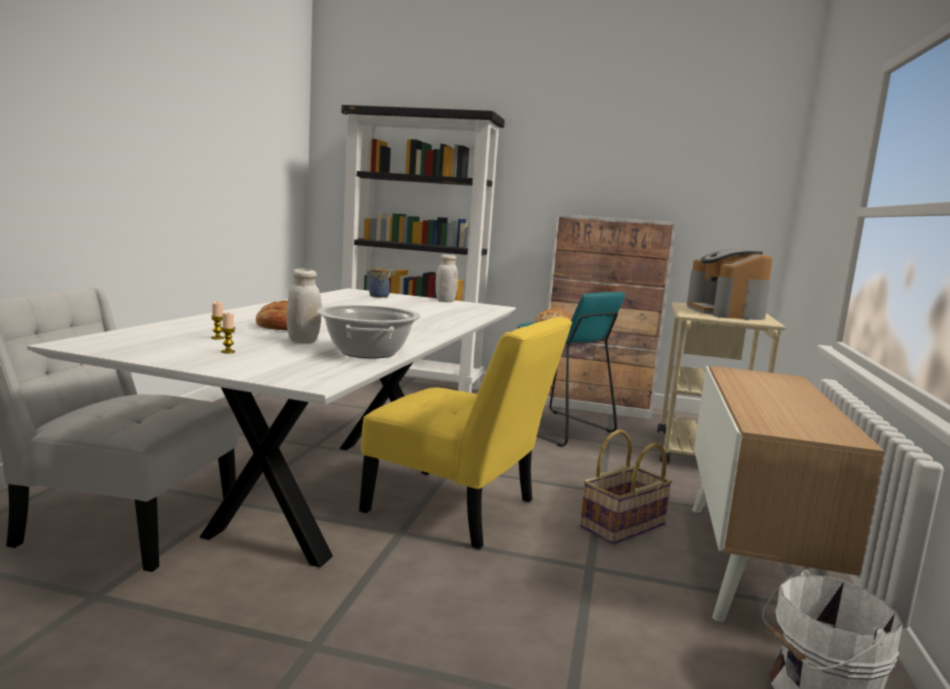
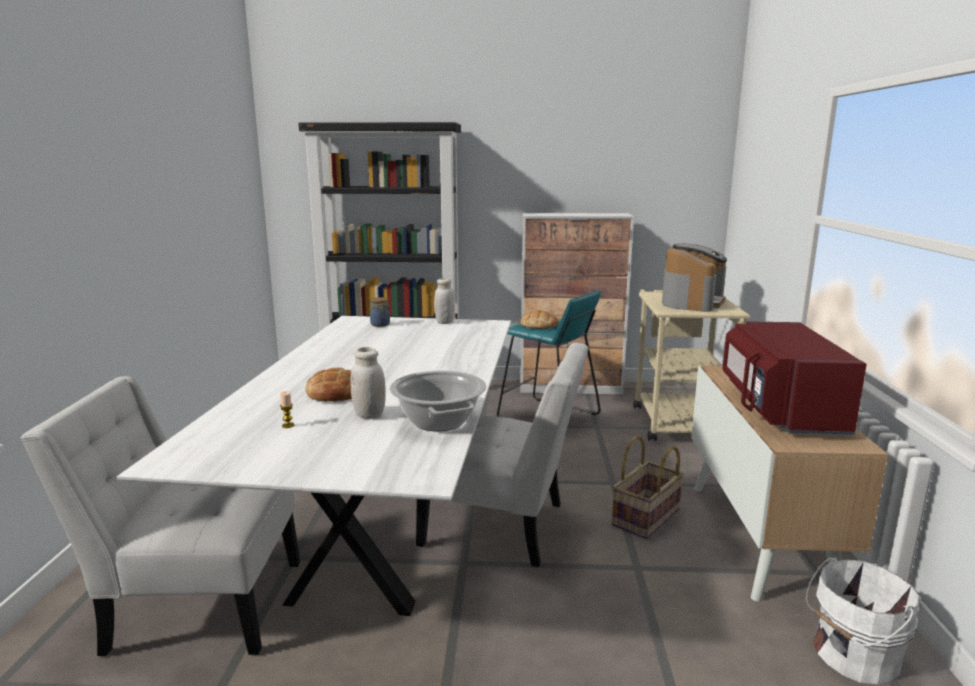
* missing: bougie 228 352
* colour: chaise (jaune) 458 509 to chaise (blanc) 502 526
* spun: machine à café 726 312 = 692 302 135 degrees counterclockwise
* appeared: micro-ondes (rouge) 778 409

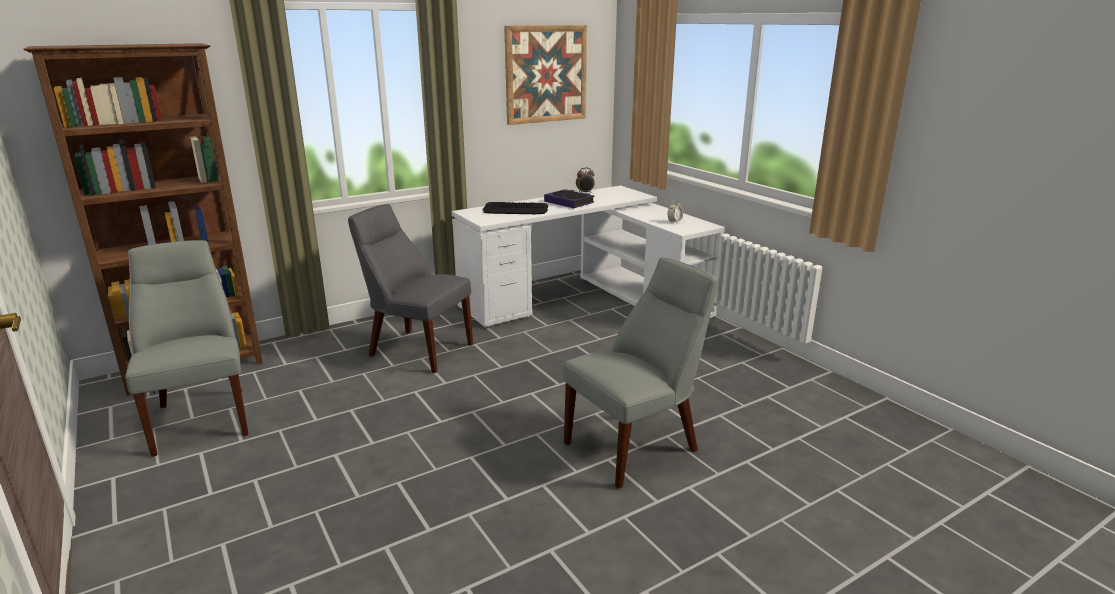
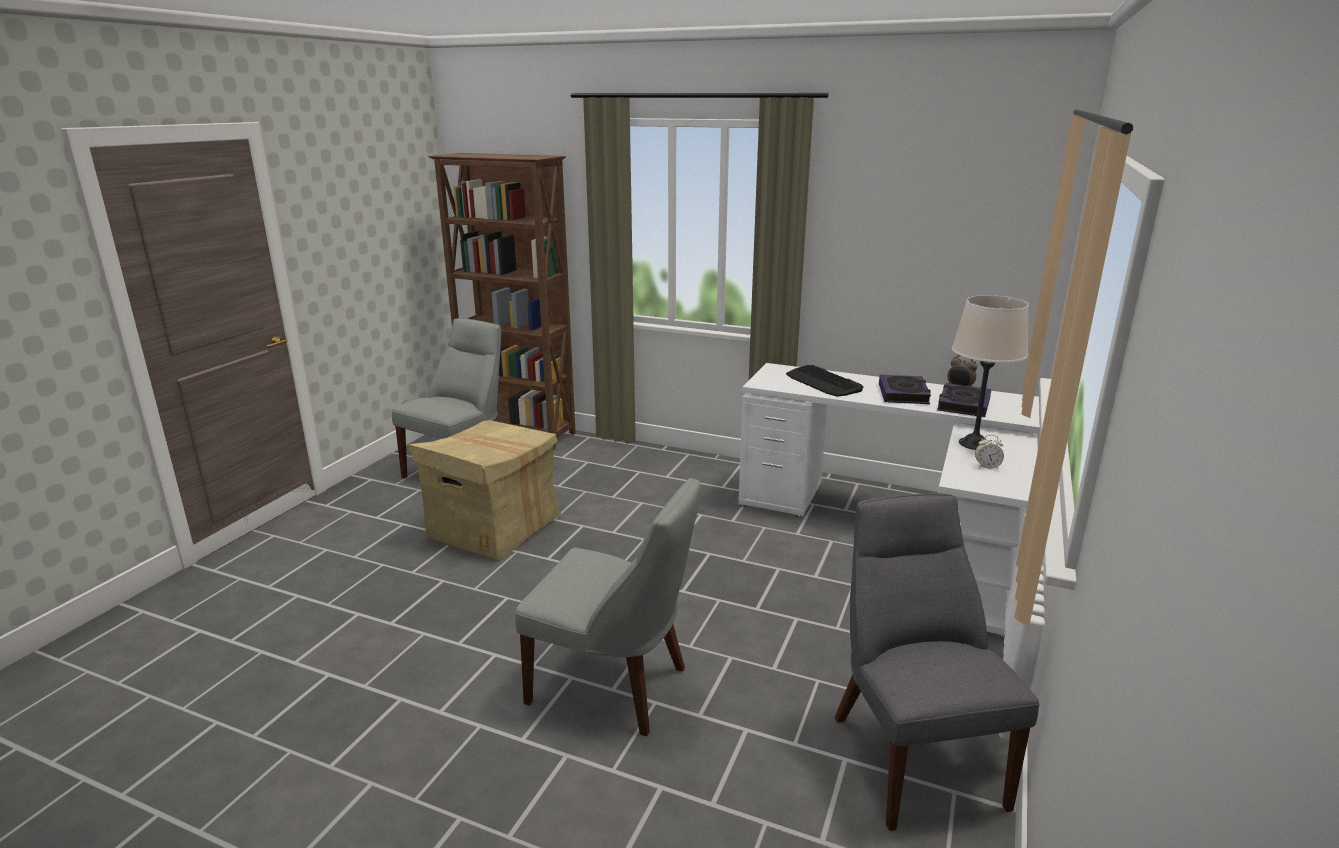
* relocated: chaise (gris) 417 349 to 912 754
* missing: tableau 546 74
* appeared: carton 494 527
* appeared: livre 963 405
* appeared: lampe de table (beige) 974 443

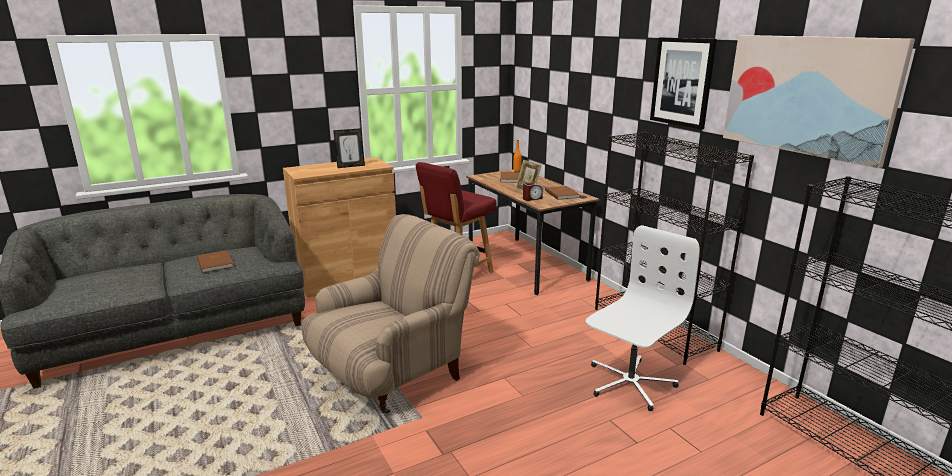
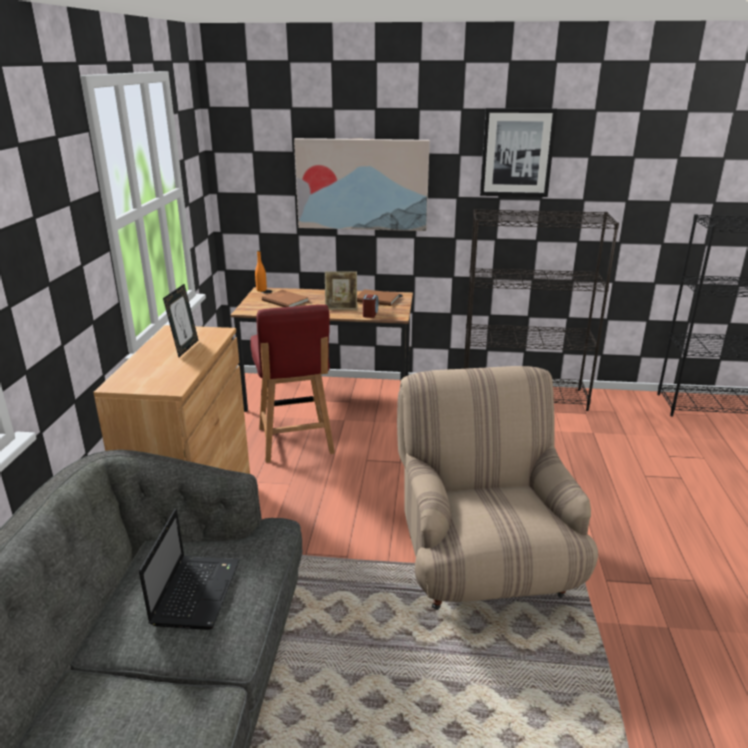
* exchanged: livre (marron) 216 262 to ordinateur portable 196 591
* missing: chaise de bureau (blanc) 629 383
* relocated: tableau 807 95 to 362 184

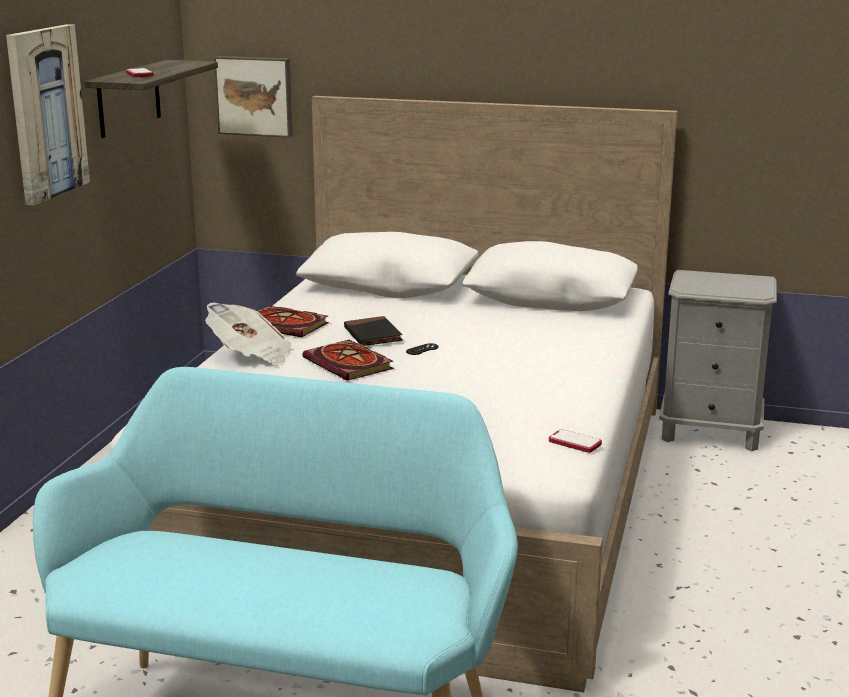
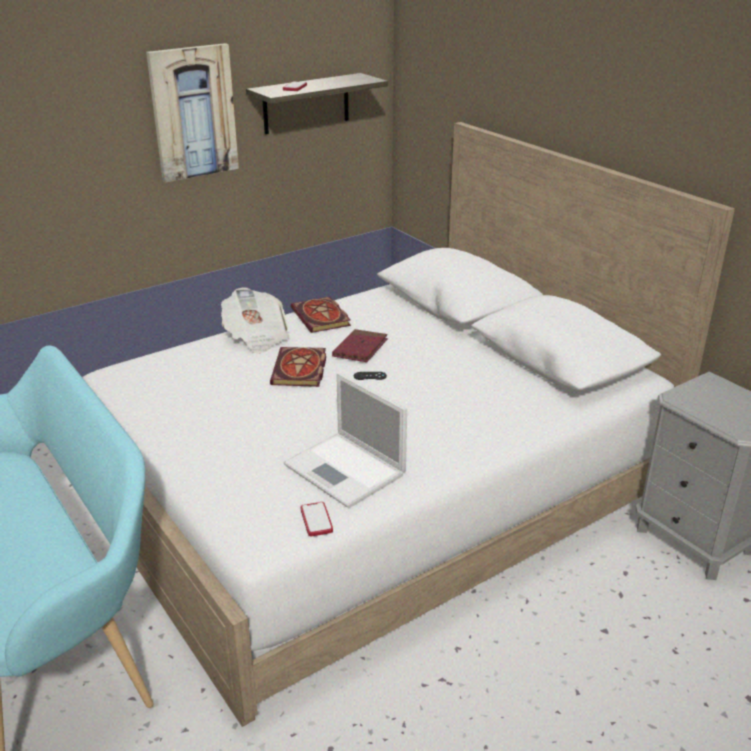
* missing: tableau 255 96
* colour: livre (noir) 373 335 to livre (rouge) 360 348
* appeared: ordinateur portable 346 470

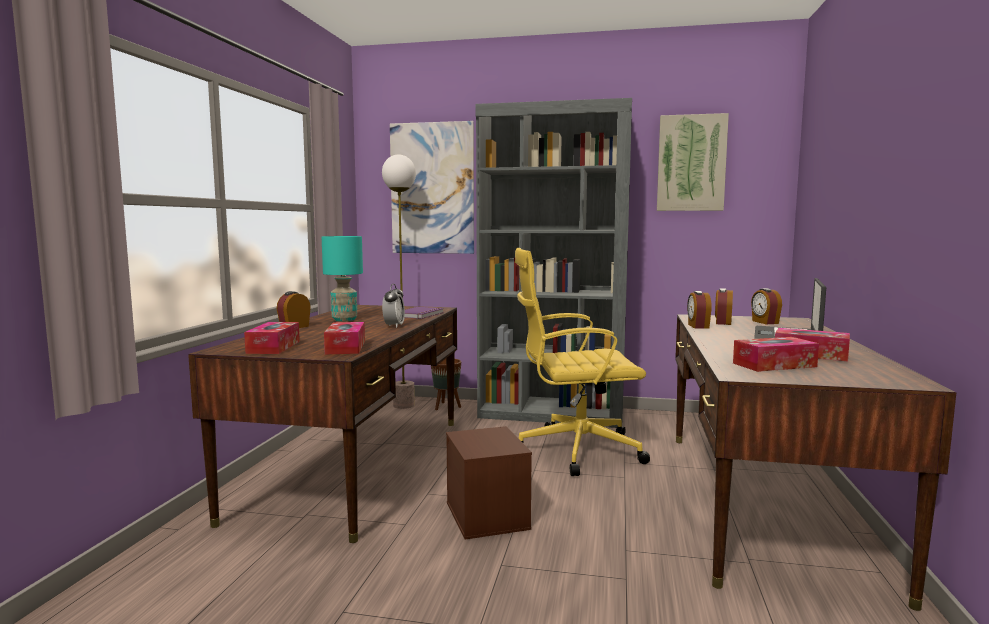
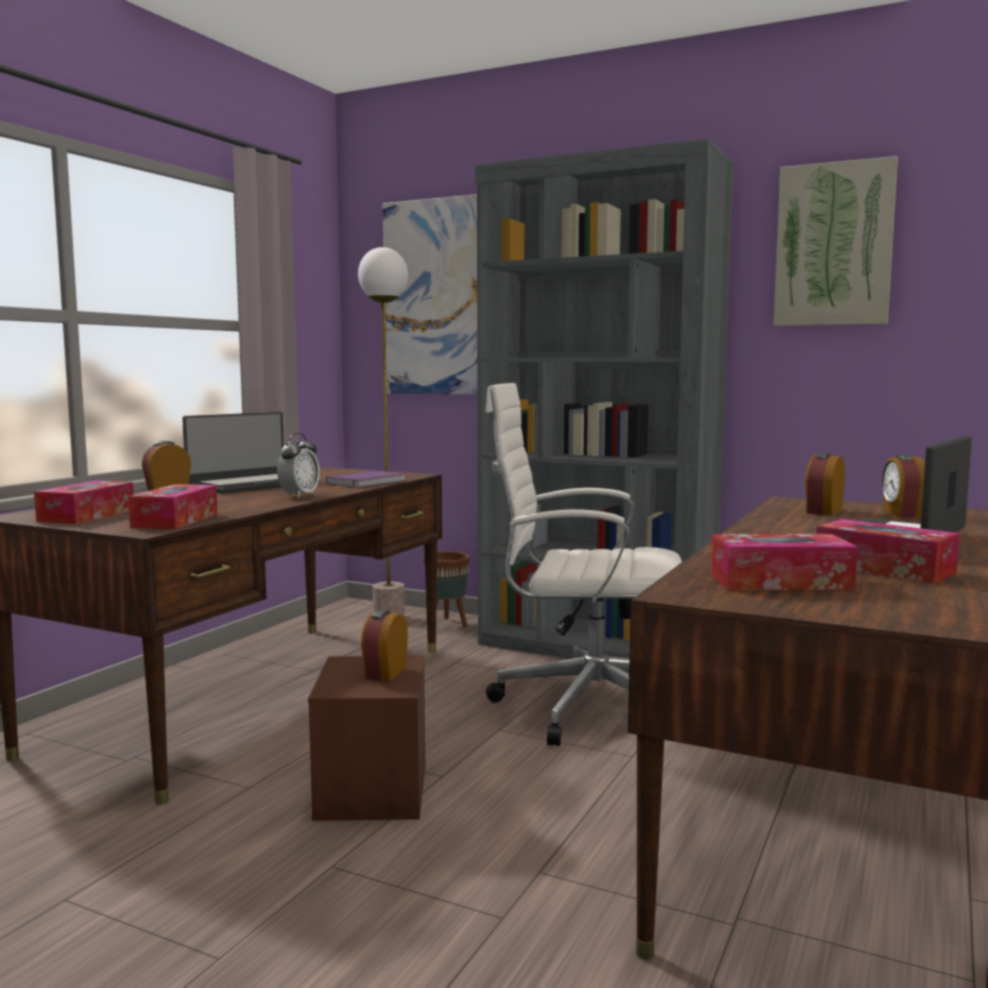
* exchanged: lampe de table (turquoise) 344 319 to ordinateur portable 252 485
* colour: chaise de bureau (jaune) 575 450 to chaise de bureau (blanc) 586 706
* relocated: réveil 697 326 to 384 673

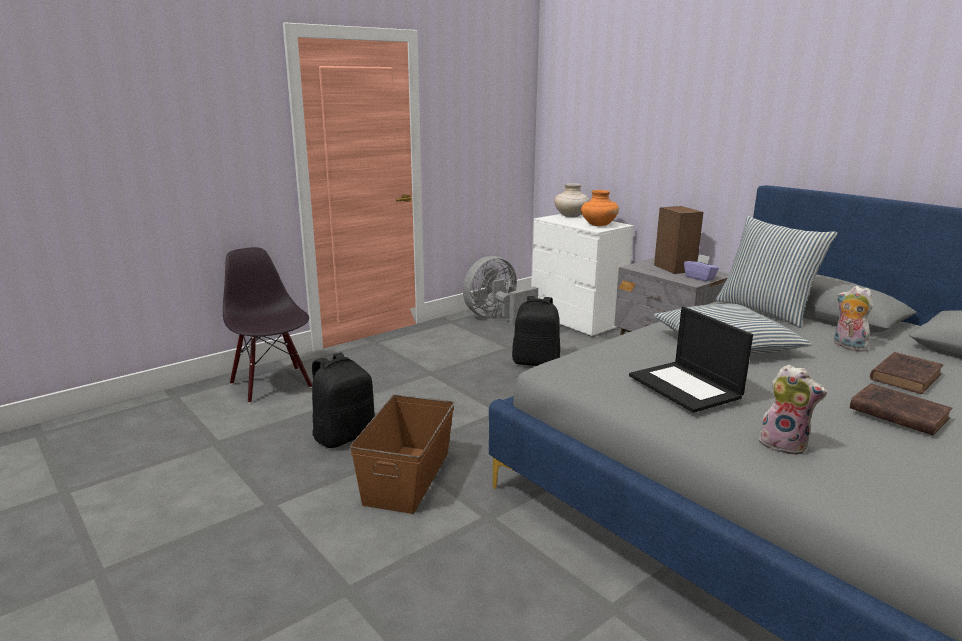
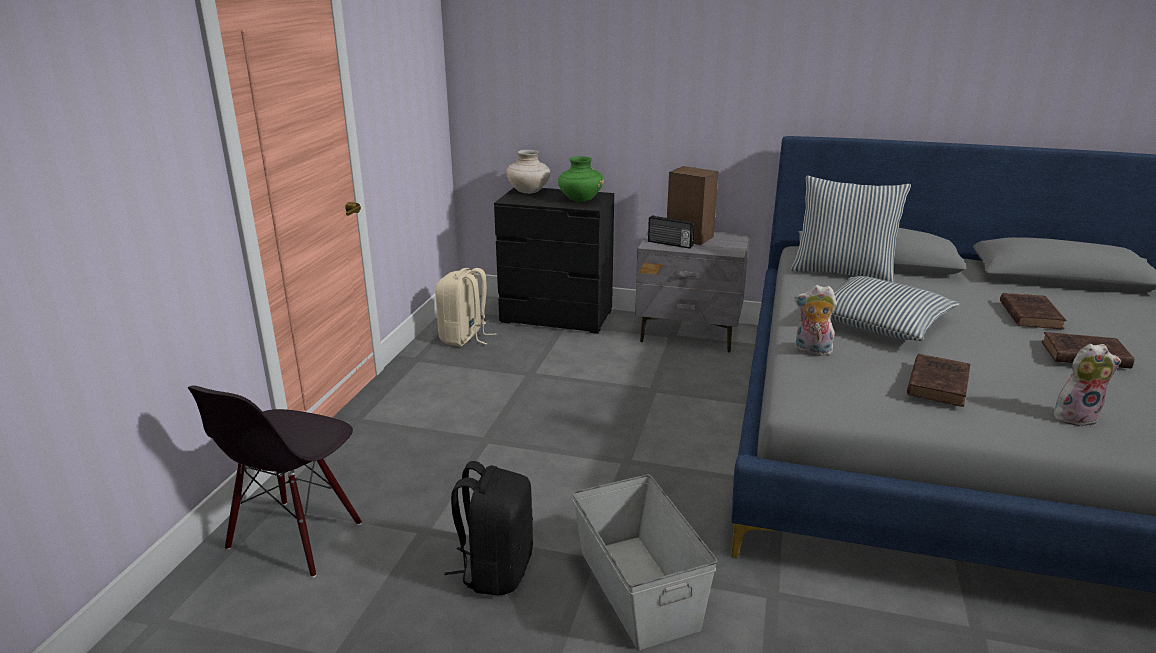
* spun: chaise (noir) 272 385 = 296 537 90 degrees counterclockwise
* colour: boîte de rangement (marron) 406 477 to boîte de rangement (gris) 637 589
* exchanged: ventilateur (gris) 496 317 to sac à dos (beige) 464 337
* missing: sac à dos (noir) 536 362
* colour: commode (blanc) 577 321 to commode (noir) 557 317
* colour: vase (orange) 598 225 to vase (vert) 580 199
* exchanged: ordinateur portable 686 387 to livre (marron) 938 383
* missing: boîte à mouchoirs (violet) 700 278
* relocated: peluche 847 346 to 811 351
* appeared: radio 670 244

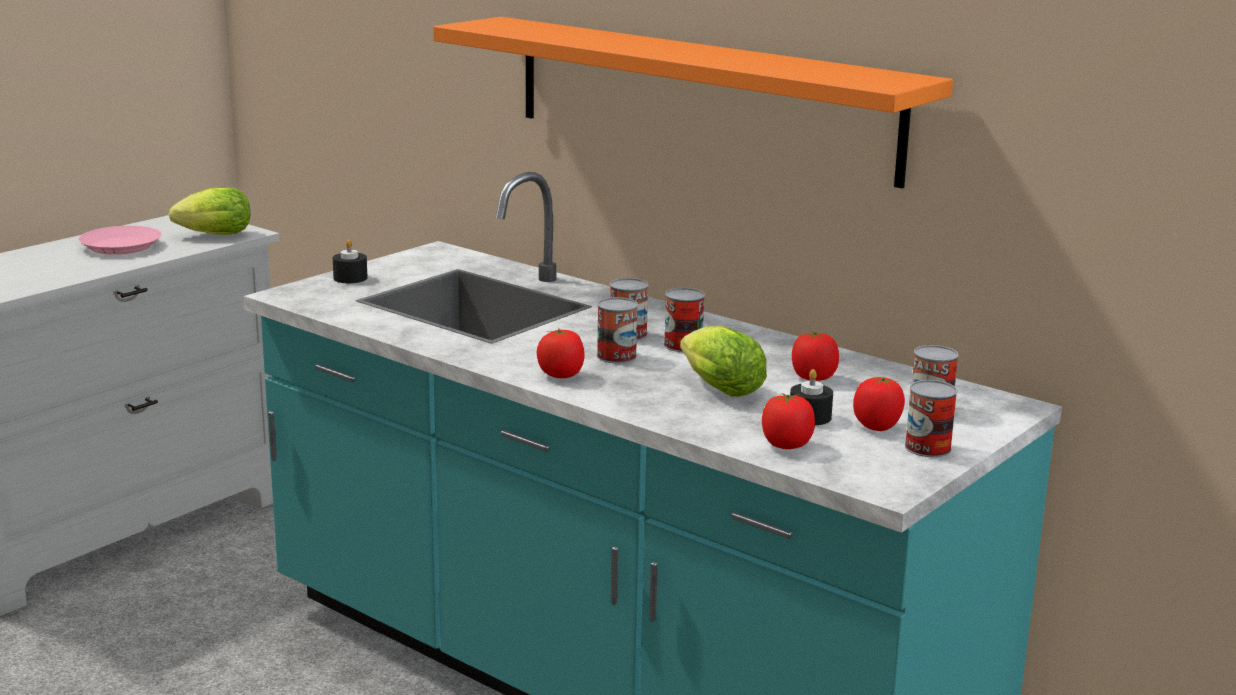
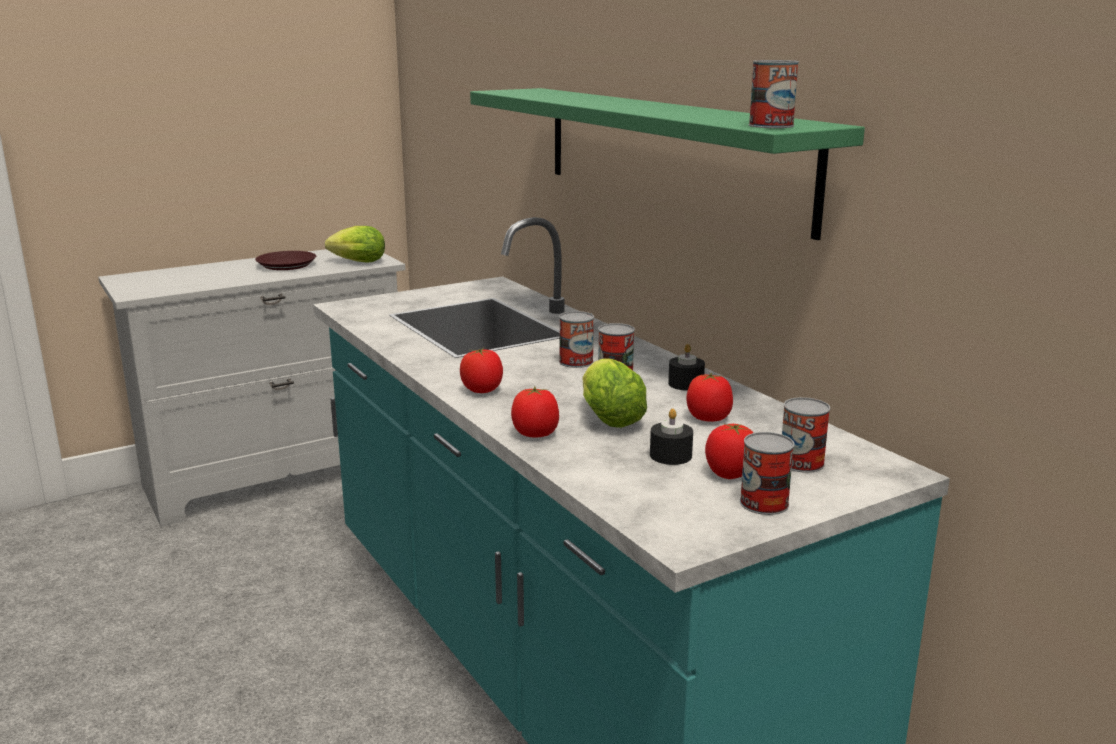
* colour: assiette (rose) 122 246 to assiette (marron) 287 265
* relocated: bougie (noir) 350 278 to 686 384
* colour: étagère (orange) 701 97 to étagère (vert) 668 153
* relocated: boîte métallique 616 356 to 771 125
* relocated: tomate 786 445 to 535 434

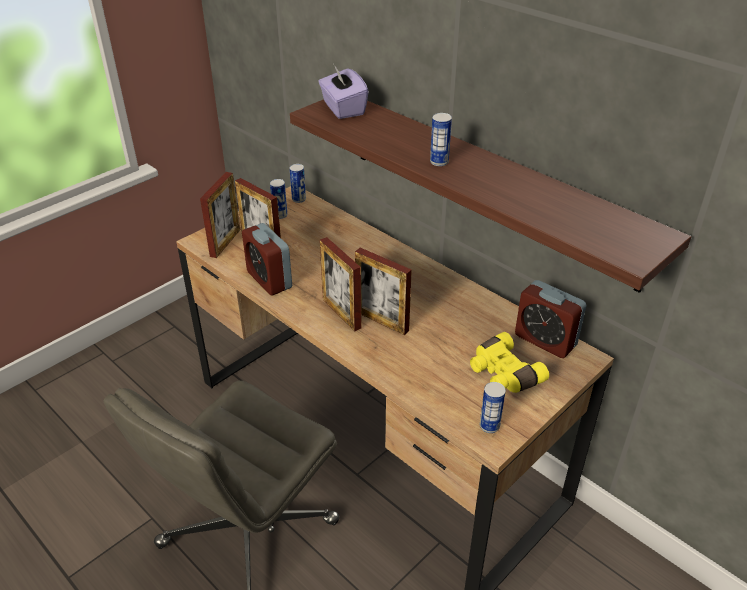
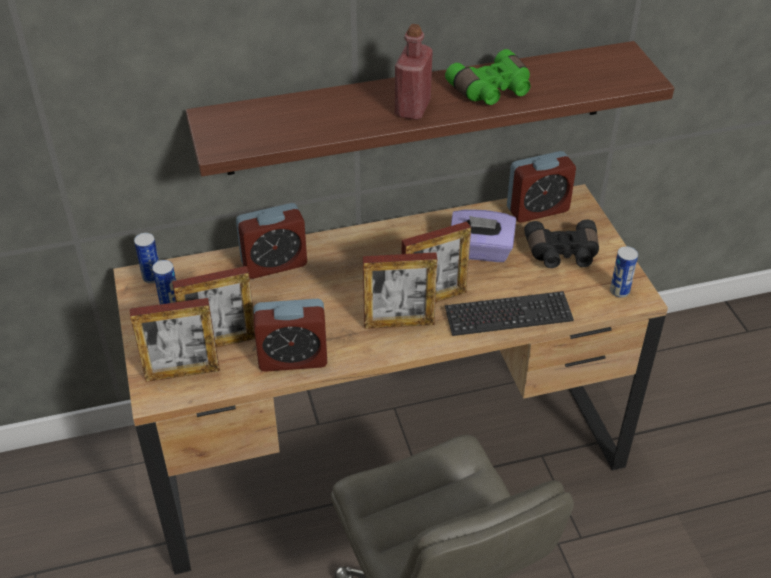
* spun: cadre photo 225 243 = 182 372 120 degrees clockwise
* relocated: boîte à mouchoirs (violet) 343 109 to 480 251
* exchanged: boîte métallique 439 162 to bouteille (rouge) 412 108
* colour: jumelles (jaune) 502 374 to jumelles (noir) 562 254
* appeared: réveil 274 264
* appeared: jumelles (vert) 492 91
* appeared: clavier 508 316

